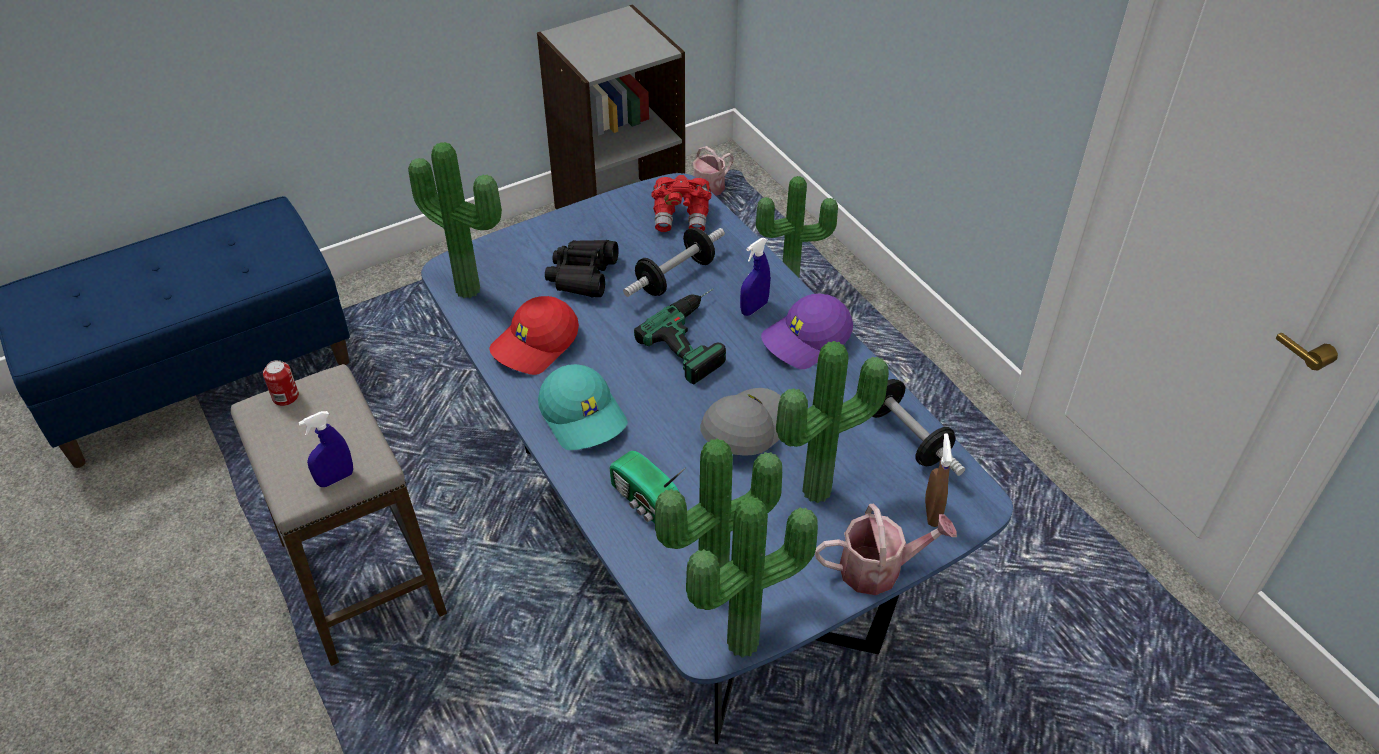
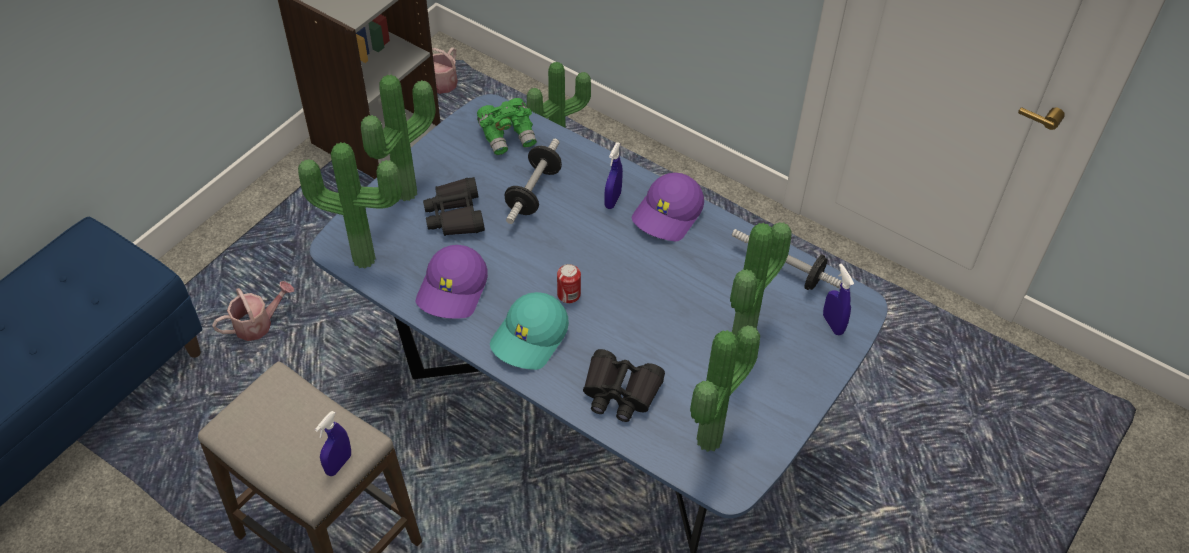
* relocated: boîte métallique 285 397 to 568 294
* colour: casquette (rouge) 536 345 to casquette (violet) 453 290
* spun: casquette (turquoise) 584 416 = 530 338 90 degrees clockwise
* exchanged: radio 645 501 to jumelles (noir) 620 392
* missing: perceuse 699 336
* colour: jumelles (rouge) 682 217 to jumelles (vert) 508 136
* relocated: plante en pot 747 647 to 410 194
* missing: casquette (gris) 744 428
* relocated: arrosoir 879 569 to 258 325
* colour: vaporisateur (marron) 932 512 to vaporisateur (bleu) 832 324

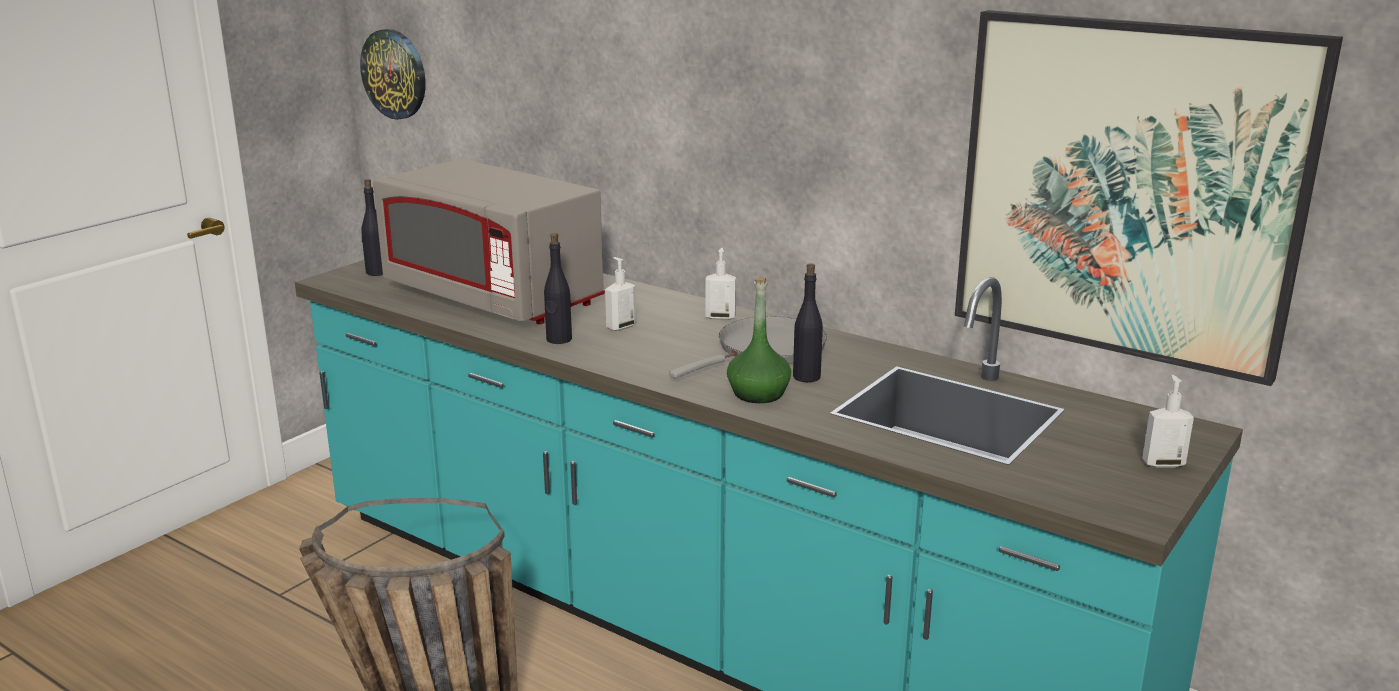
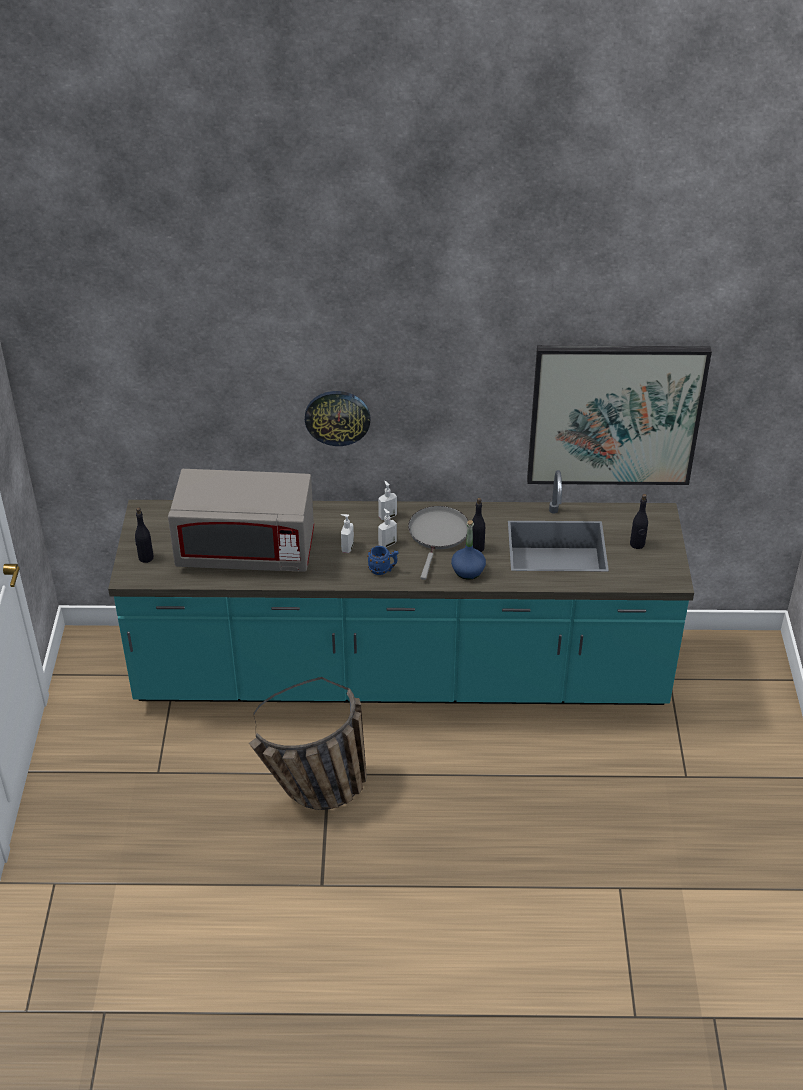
* relocated: horloge murale 395 74 to 337 417
* relocated: bouteille (noir) 558 339 to 637 544
* colour: bouteille (vert) 758 394 to bouteille (bleu) 468 571
* relocated: distributeur de savon 1163 463 to 387 543
* appeared: mug (bleu) 383 570

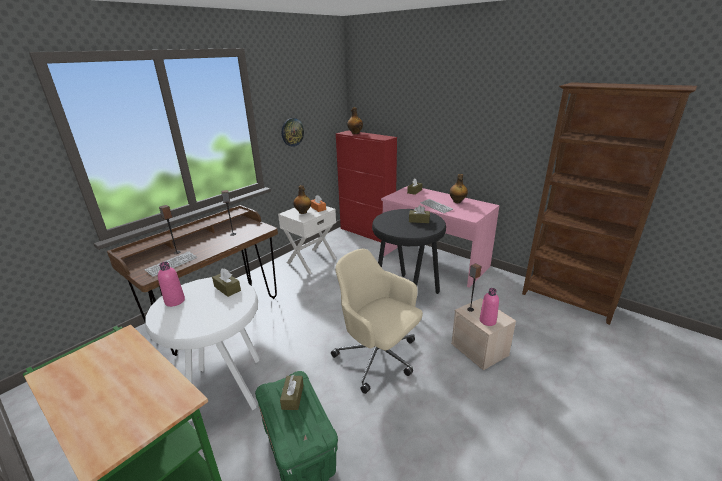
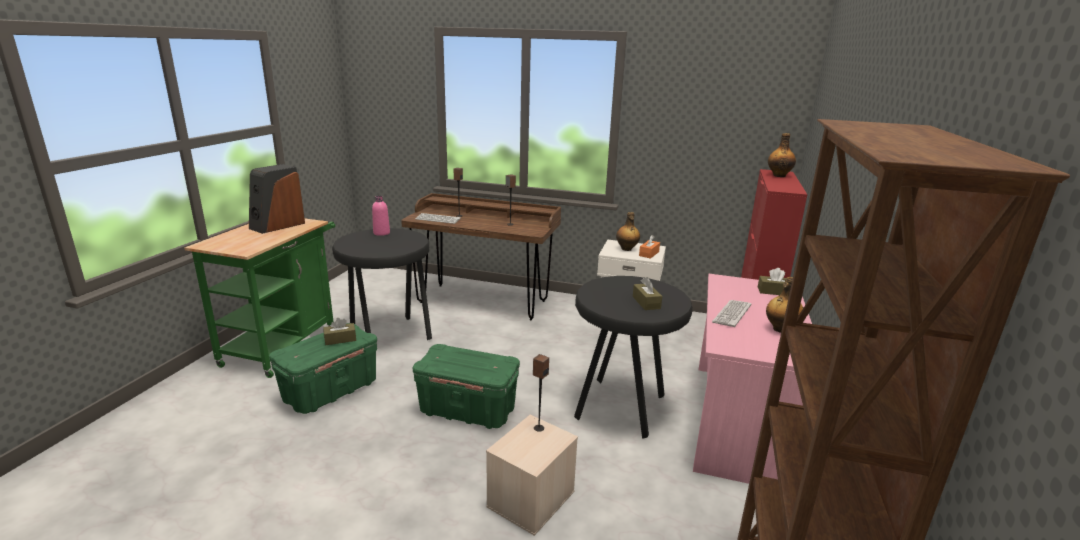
* colour: tabouret (blanc) 225 390 to tabouret (noir) 388 336
* missing: boîte à mouchoirs (marron) 227 288
* missing: horloge murale 292 132
* exchanged: chaise de bureau (beige) 378 358 to boîte de rangement (vert) 468 410
* missing: bouteille (rose) 487 321
* appeared: enceinte 277 225

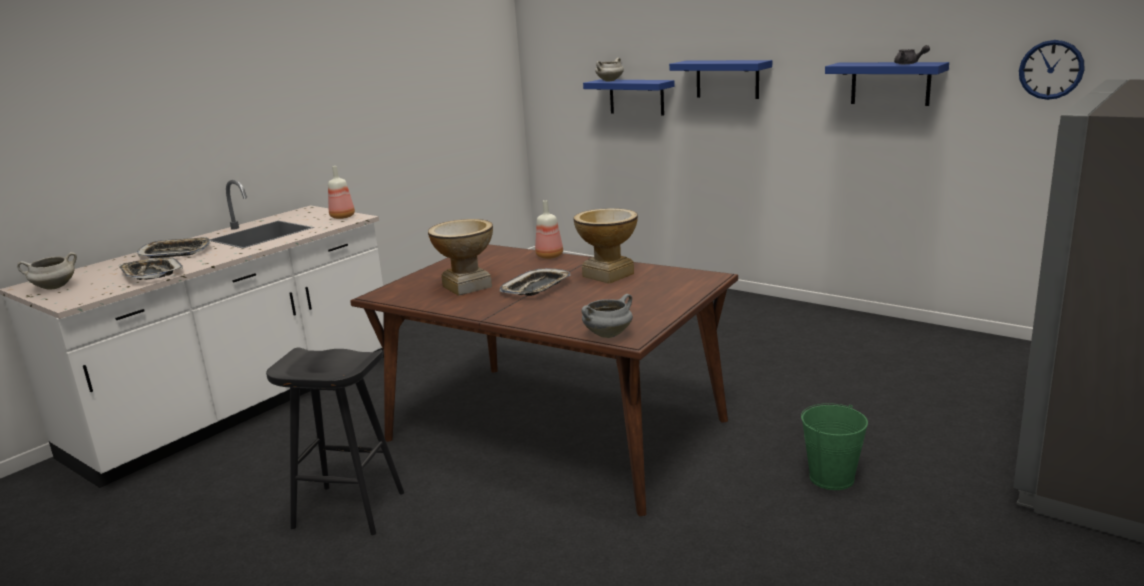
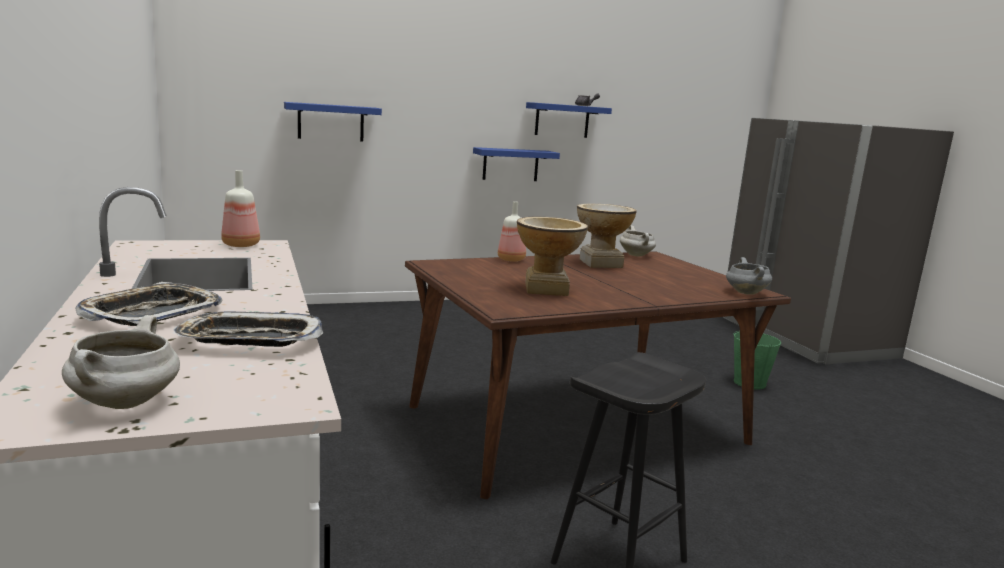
* missing: plateau 536 288
* relocated: marmite (blanc) 609 81 to 636 255
* relocated: étagère (bleu) 727 79 to 510 164
* missing: horloge murale 1051 69

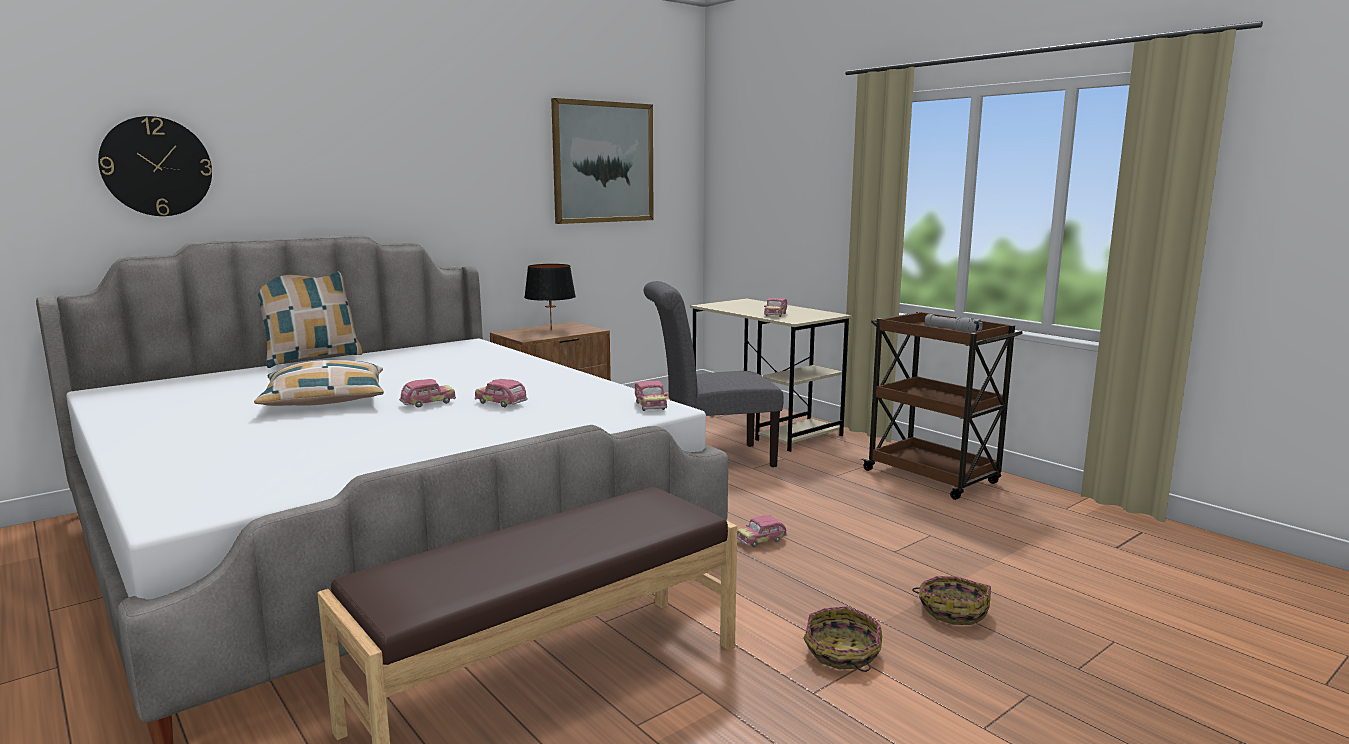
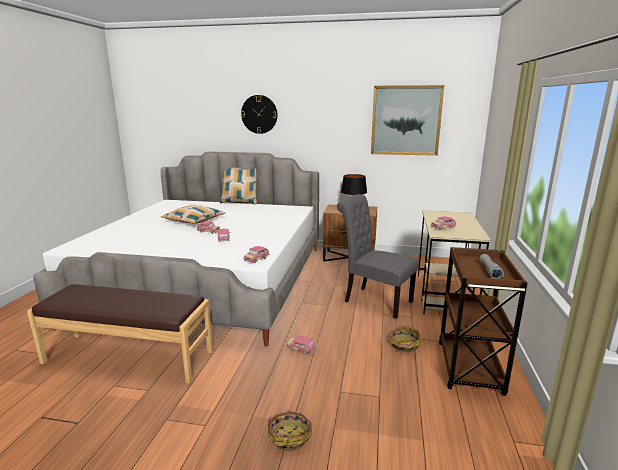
* relocated: horloge murale 156 166 to 259 114
* relocated: panier 842 653 to 403 345

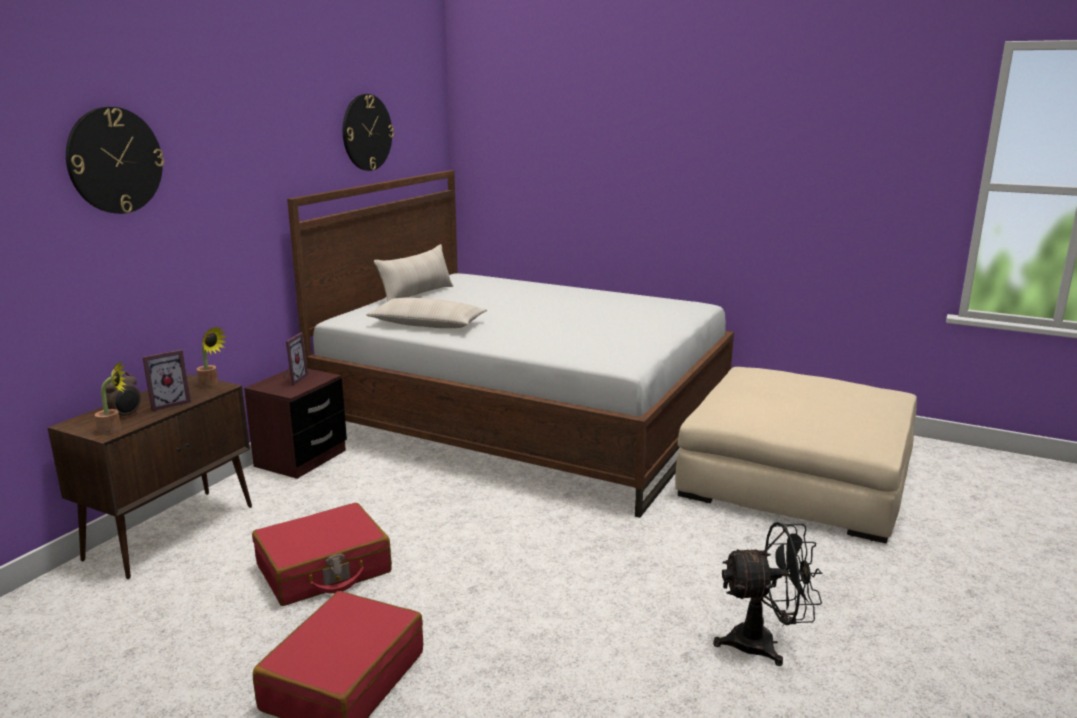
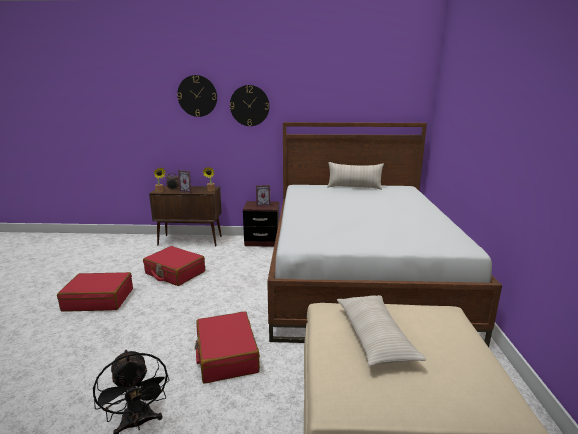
* relocated: horloge murale 366 132 to 249 105
* relocated: coussin (beige) 427 324 to 375 336
* appeared: valise (rouge) 226 355

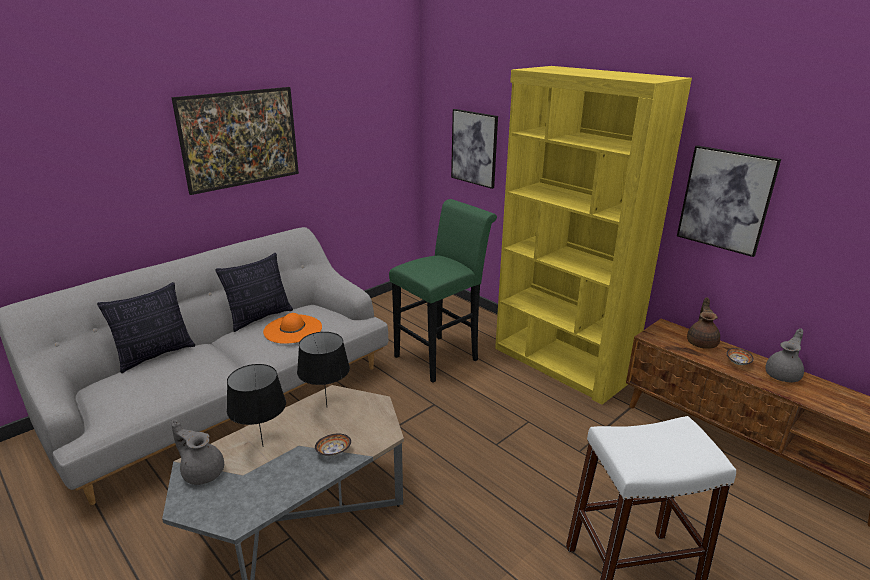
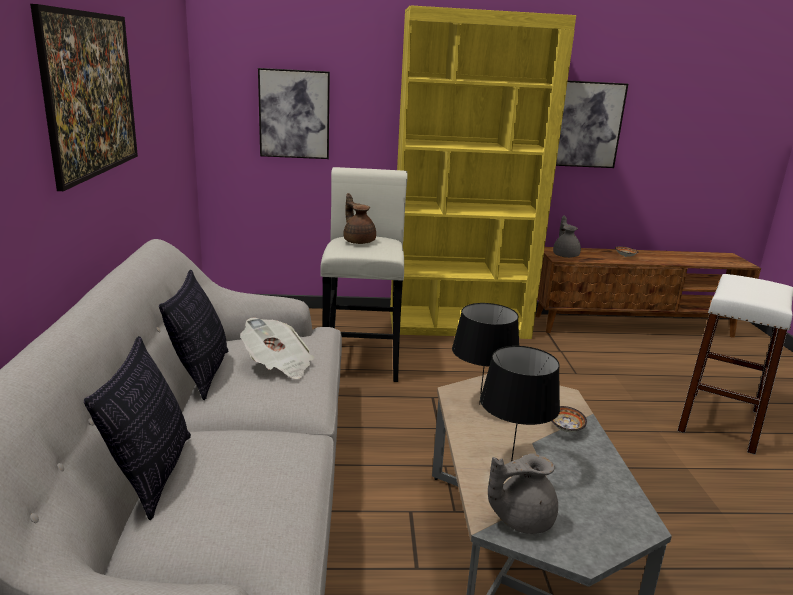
* exchanged: chapeau (orange) 293 329 to journal 278 365
* colour: tabouret (vert) 441 356 to tabouret (blanc) 362 359
* relocated: théière (marron) 702 342 to 358 241
* relocated: théière (gris) 783 375 to 565 255

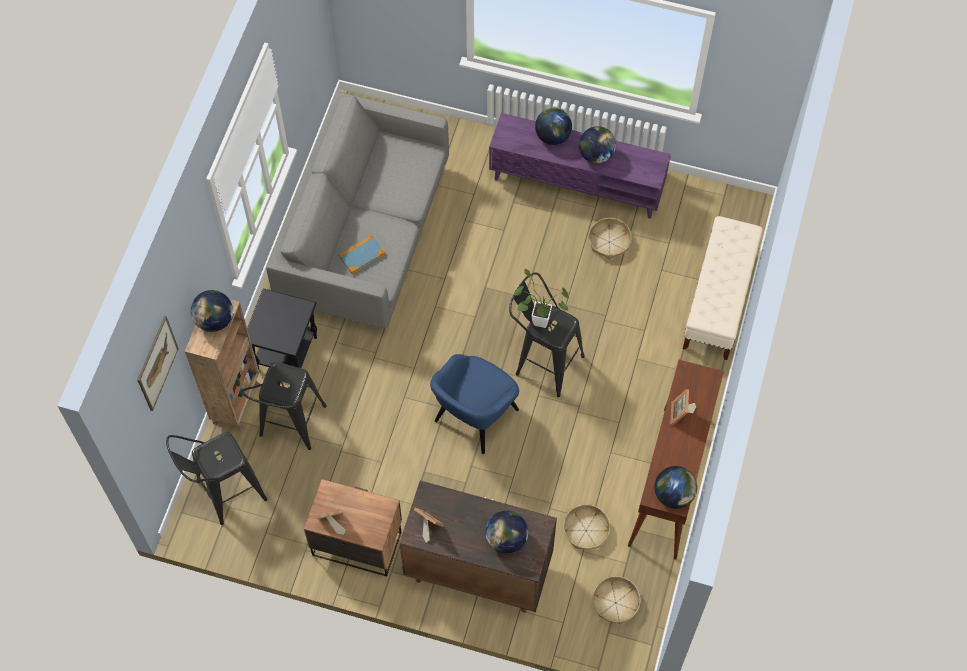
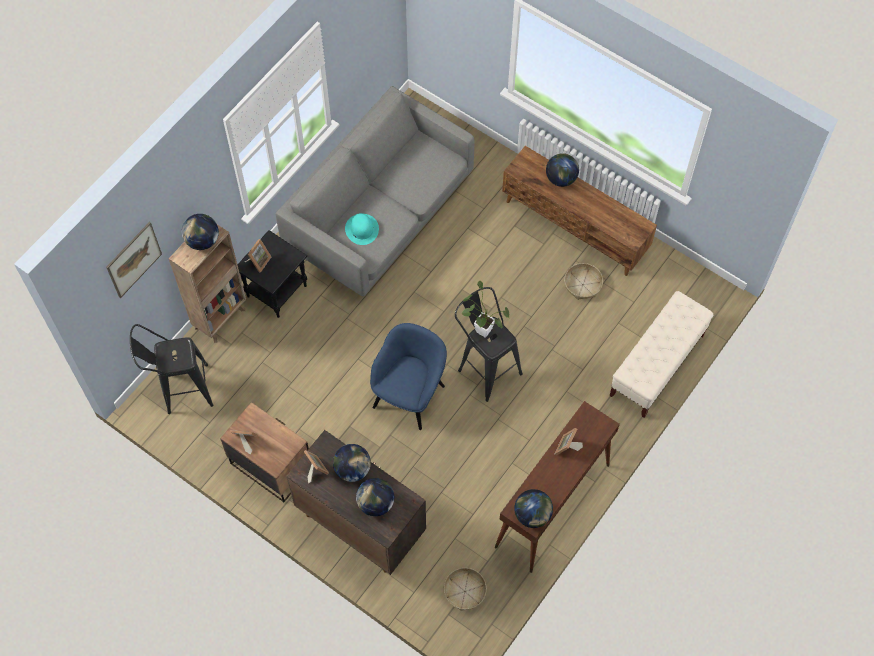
* missing: tabouret (noir) 290 427
* exchanged: livre 362 255 to chapeau (turquoise) 361 229
* spun: fauteuil (bleu) 475 417 = 409 395 150 degrees clockwise
* colour: meuble télé (violet) 577 183 to meuble télé (marron) 575 227
* missing: panier 585 530
* relocated: globe 596 155 to 352 469
* appeared: cadre photo 258 261

